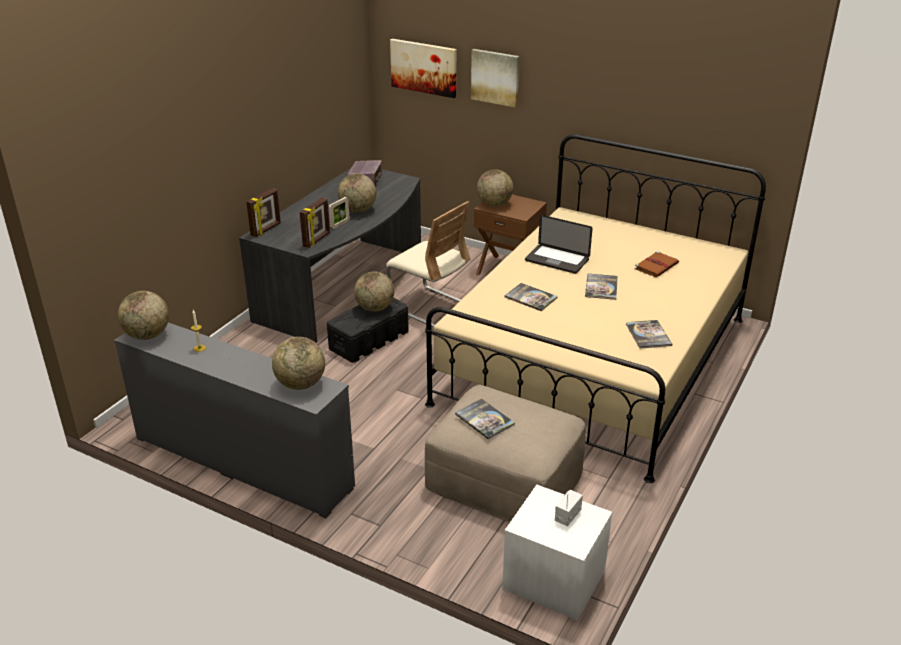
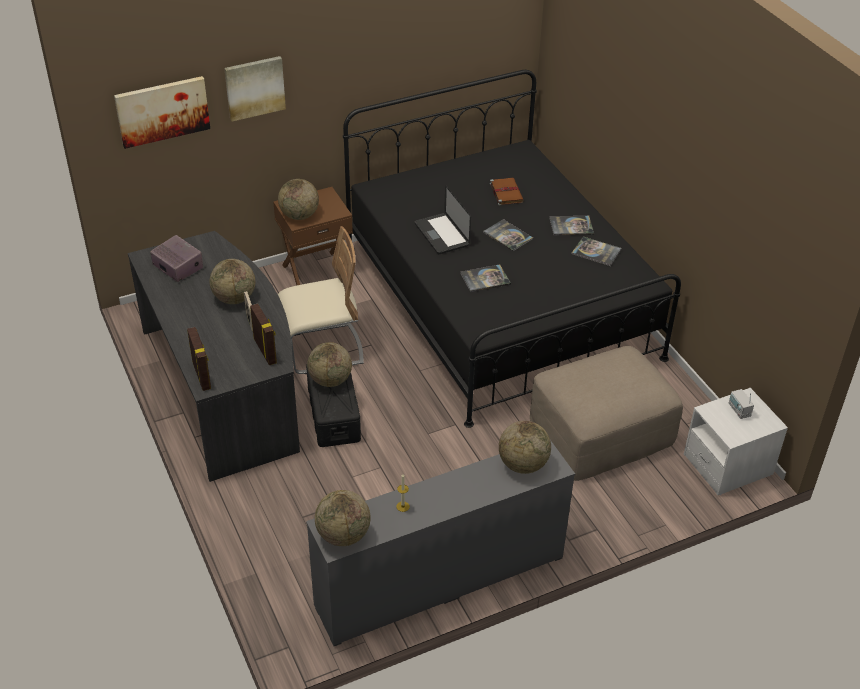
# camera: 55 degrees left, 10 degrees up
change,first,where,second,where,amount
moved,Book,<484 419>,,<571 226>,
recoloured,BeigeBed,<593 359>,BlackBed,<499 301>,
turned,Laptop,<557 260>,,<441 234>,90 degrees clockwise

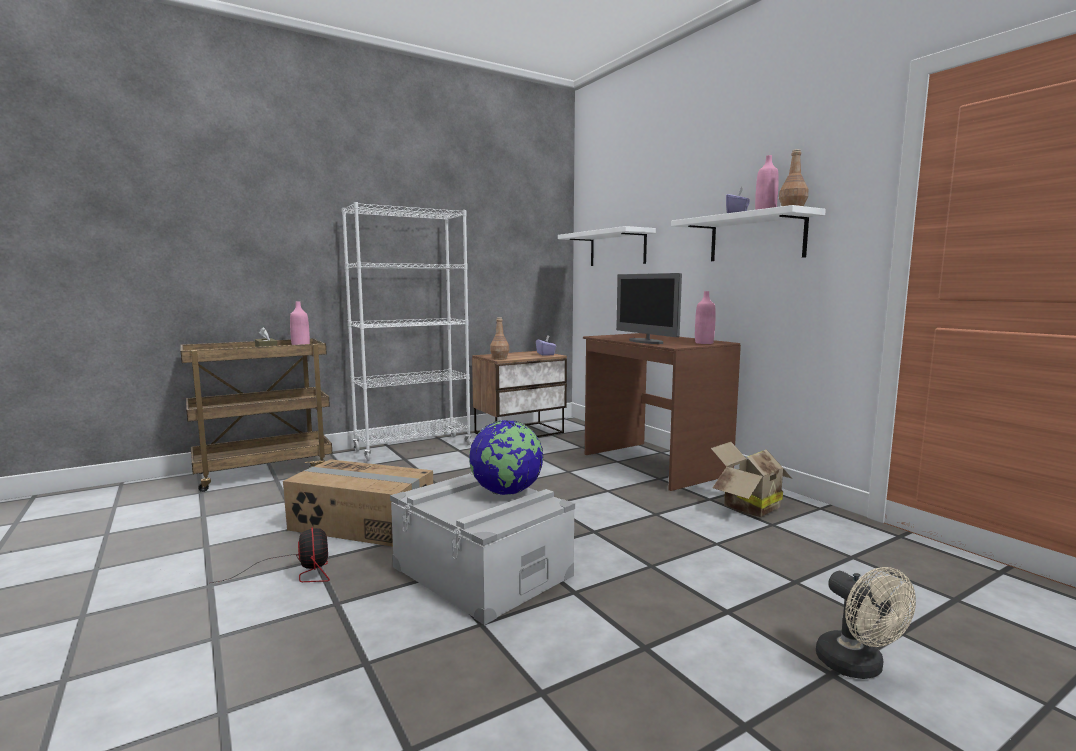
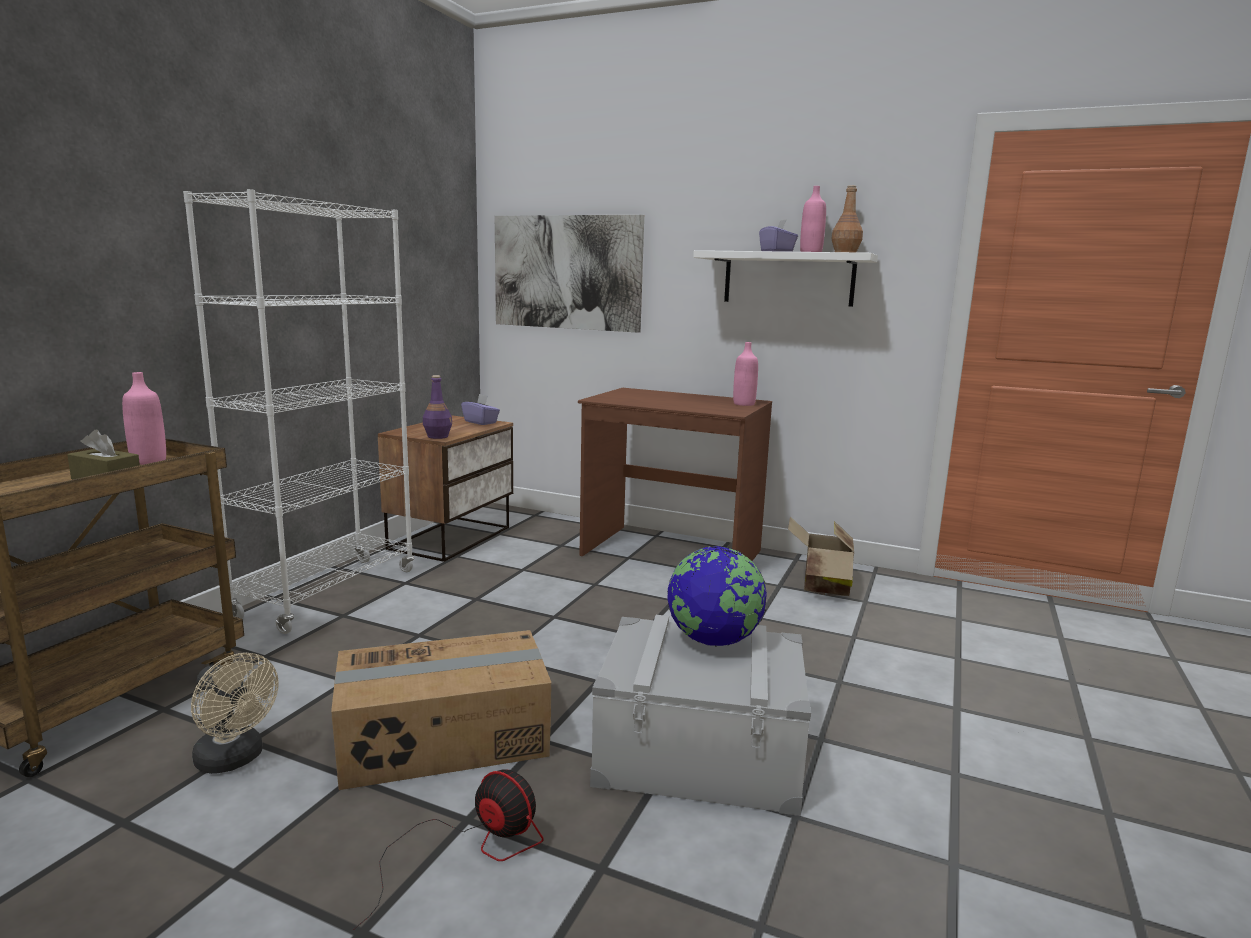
# camera: 35 degrees left, 5 degrees up
change,first,where,second,where,amount
removed,Monitor,<646 342>,,,
moved,BeigeFan,<858 667>,,<235 759>,
replaced,WhiteShelf,<617 248>,Picture,<566 272>,
recoloured,BrownBottle,<500 358>,PurpleBottle,<438 436>,

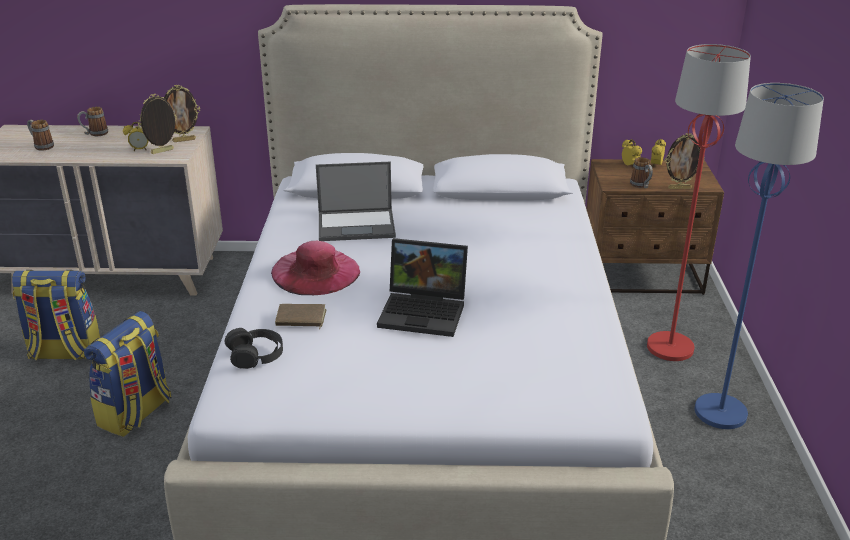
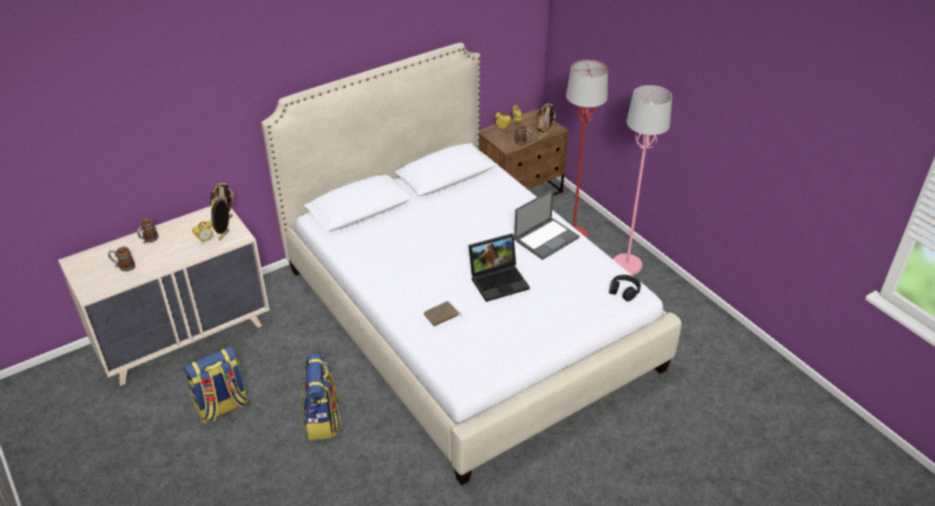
# camera: 35 degrees left, 10 degrees up
change,first,where,second,where,amount
removed,PinkHat,<315 271>,,,
moved,BlackHeadphones,<255 354>,,<624 291>,
moved,Laptop,<357 225>,,<546 238>,
recoloured,BlueFloorLamp,<721 412>,PinkFloorLamp,<627 265>,

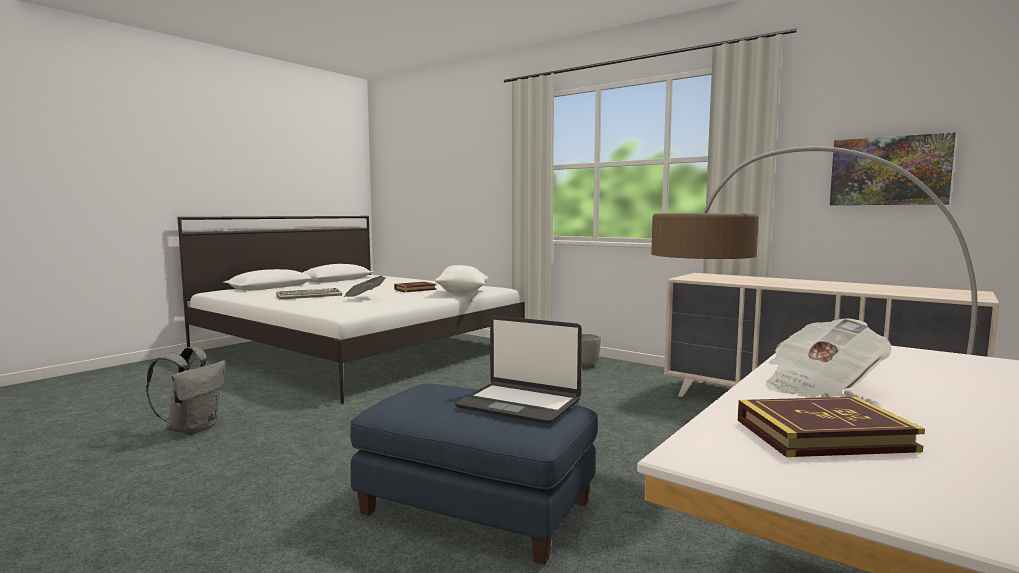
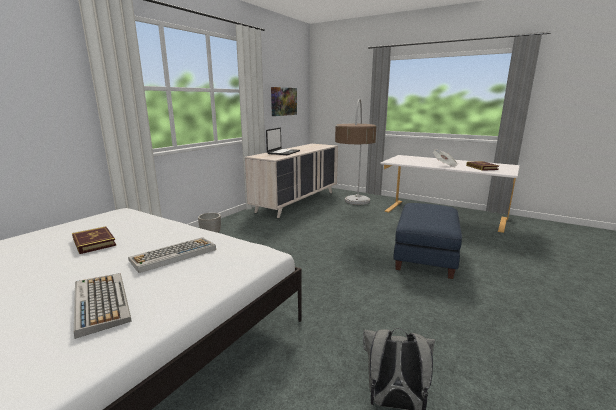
# camera: 95 degrees left, 10 degrees up
change,first,where,second,where,amount
removed,WhitePillow,<463 293>,,,
moved,Laptop,<519 404>,,<283 152>,
replaced,Newspaper,<364 298>,Keyboard,<173 255>,

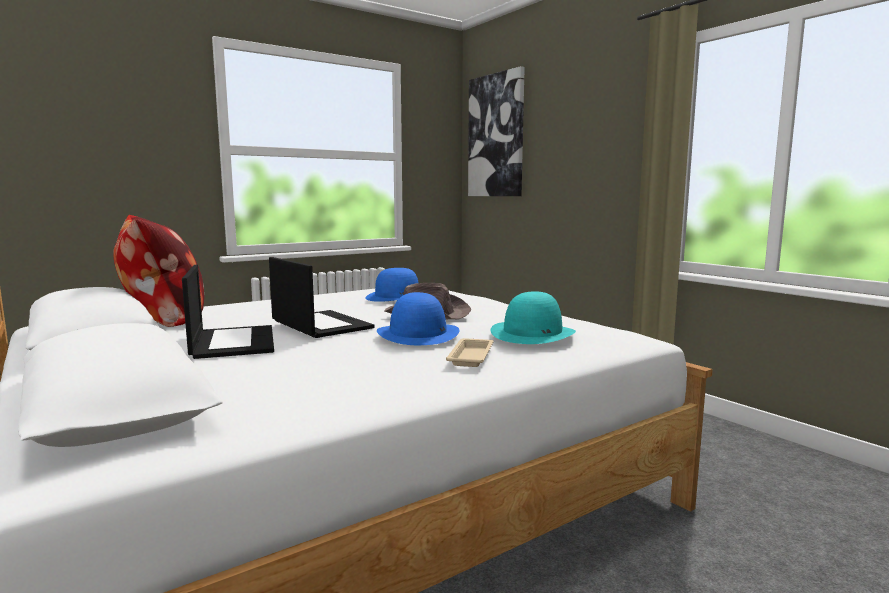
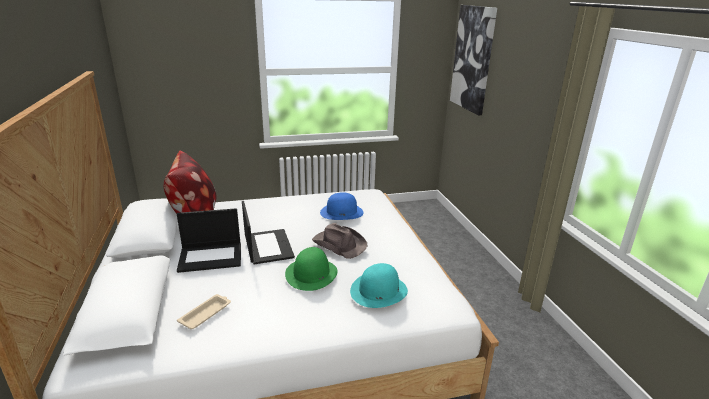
# camera: 20 degrees right, 15 degrees up
change,first,where,second,where,amount
moved,BeigeTray,<471 356>,,<206 313>,
recoloured,BlueHat,<418 334>,GreenHat,<311 274>,
turned,Laptop,<232 342>,,<211 257>,75 degrees clockwise

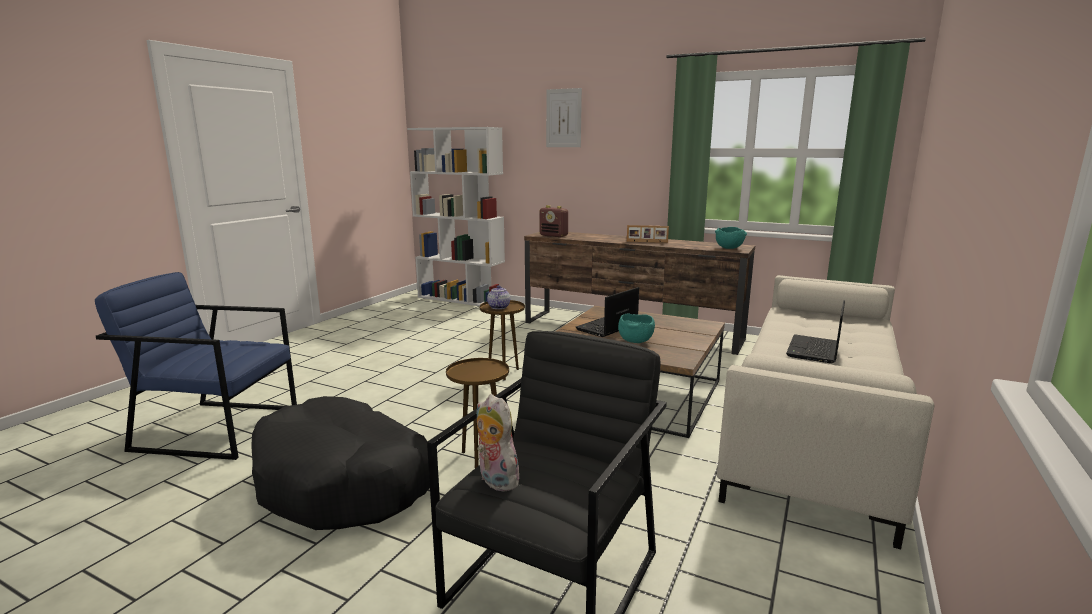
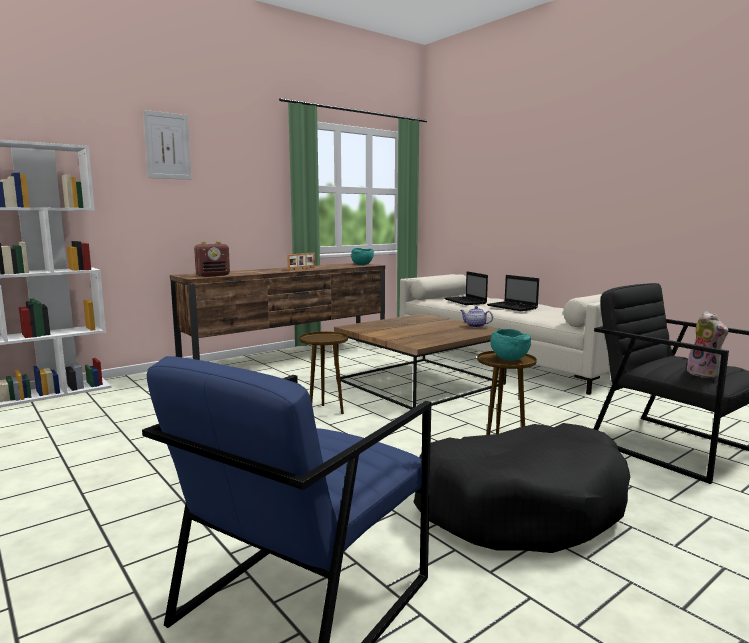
# camera: 65 degrees left, 5 degrees down
change,first,where,second,where,amount
moved,Teapot,<498 307>,,<475 326>,
moved,Laptop,<606 328>,,<466 302>,
moved,TurquoiseBowl,<635 341>,,<508 359>,
turned,PlushToy,<495 480>,,<705 374>,90 degrees counterclockwise

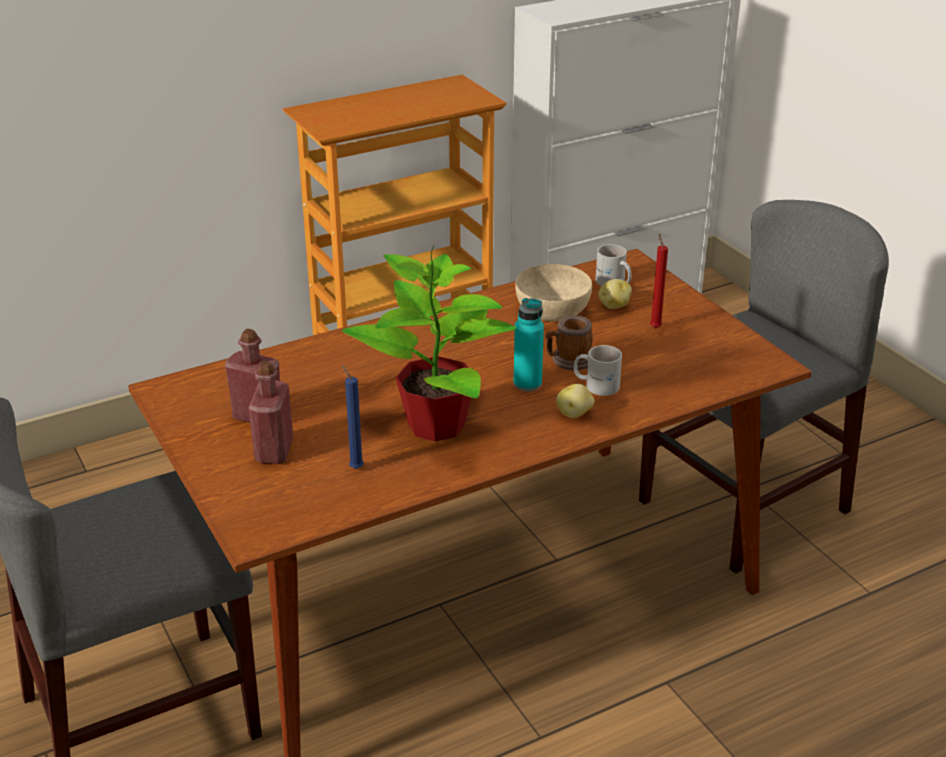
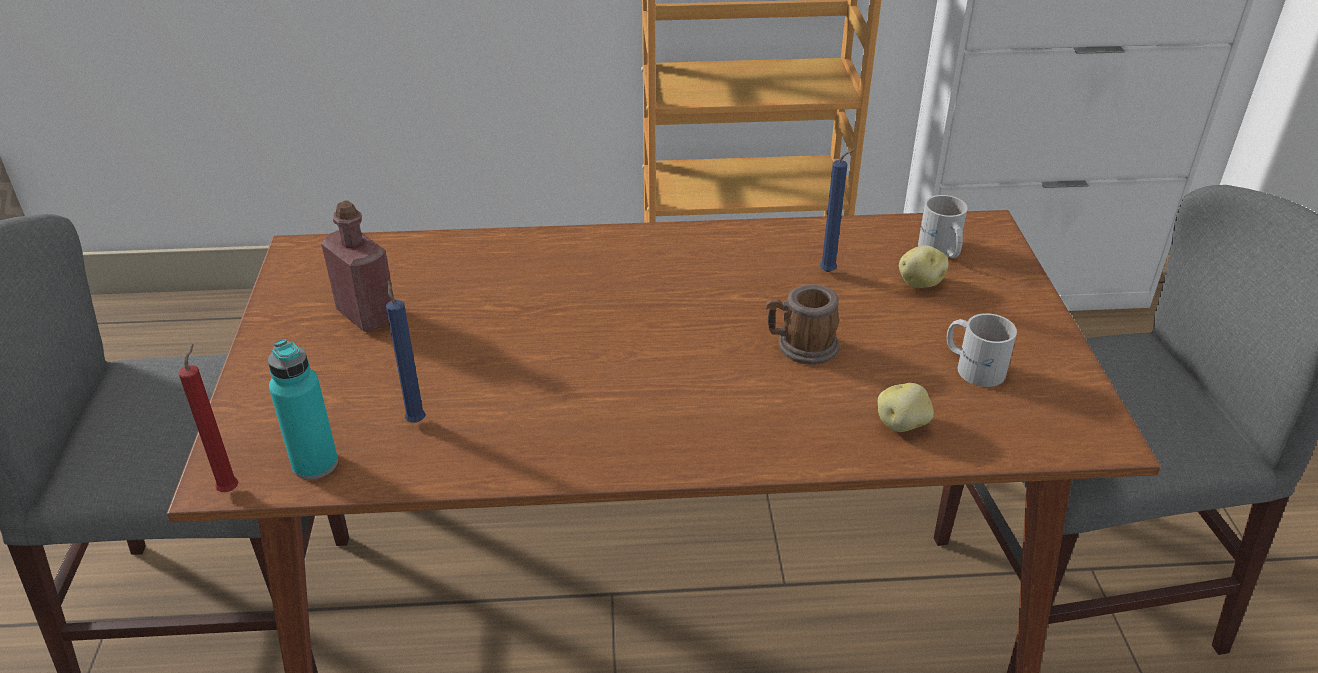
# camera: 25 degrees right, 5 degrees up
change,first,where,second,where,amount
removed,RedBottle,<274 451>,,,
removed,PottedPlant,<438 425>,,,
moved,TurquoiseBottle,<527 384>,,<315 464>,
moved,Potato,<574 413>,,<902 424>,
moved,WhiteMug,<596 384>,,<974 366>,
moved,RedCandle,<654 327>,,<231 488>,
replaced,BeigeBowl,<553 312>,BlueCandle,<830 272>,

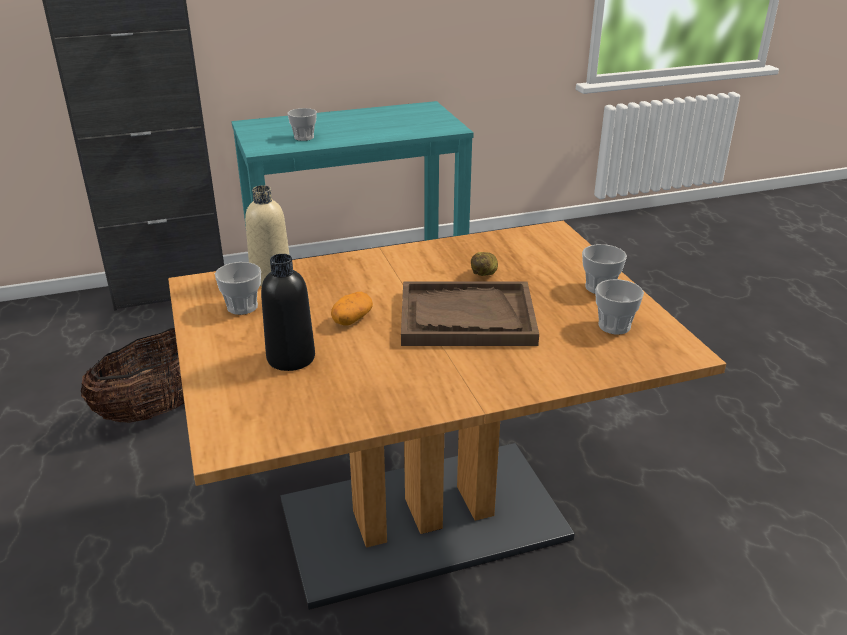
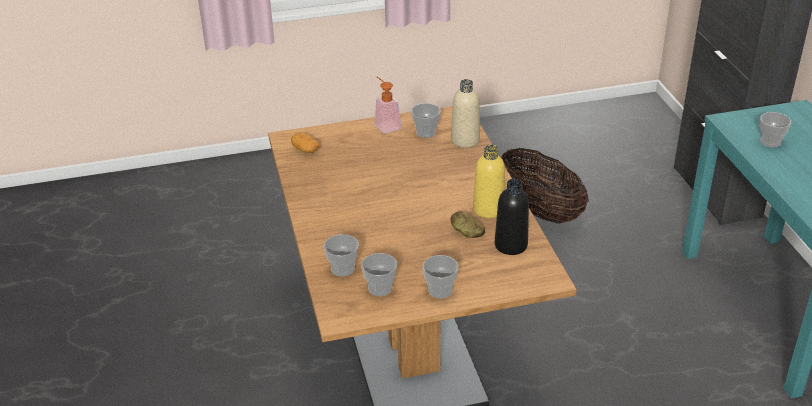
# camera: 95 degrees right, 5 degrees up
change,first,where,second,where,amount
removed,BrownTray,<466 317>,,,
added,,,Cup,<342 269>,
added,,,SoapDispenser,<385 125>,
added,,,YellowBottle,<488 209>,
moved,BlackBottle,<291 358>,,<511 245>,
moved,Potato,<352 319>,,<305 150>,

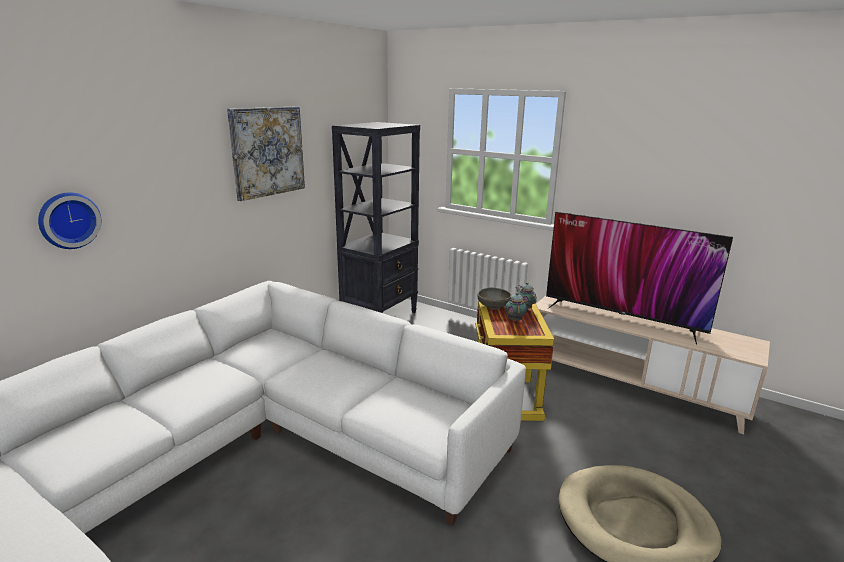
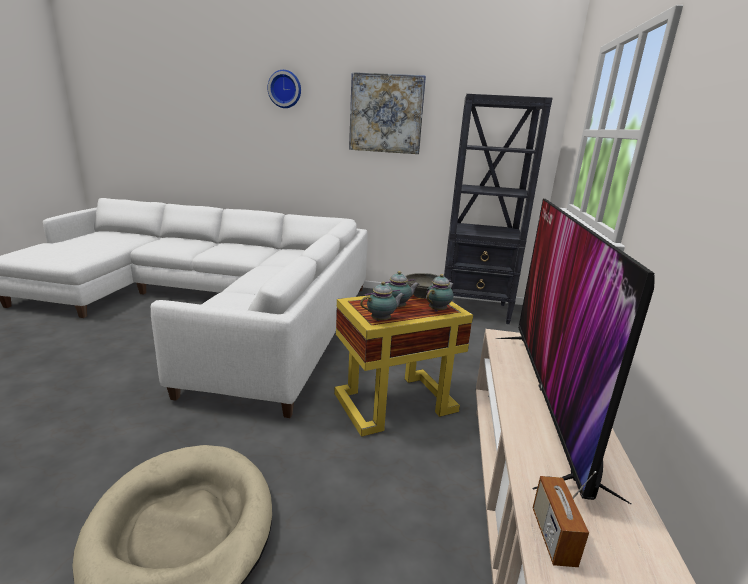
# camera: 65 degrees right, 0 degrees up
change,first,where,second,where,amount
added,,,Teapot,<382 320>,
added,,,Radio,<553 537>,
moved,WallClock,<68 220>,,<285 89>,

